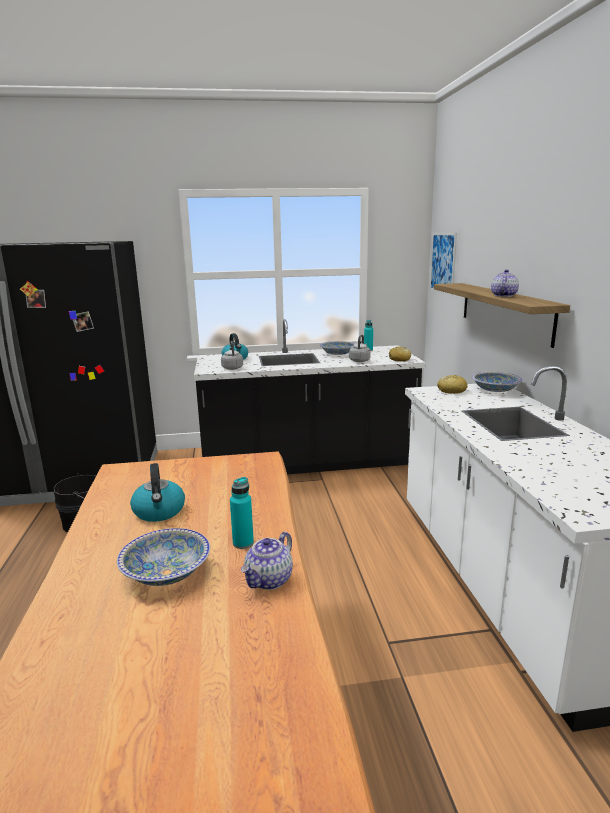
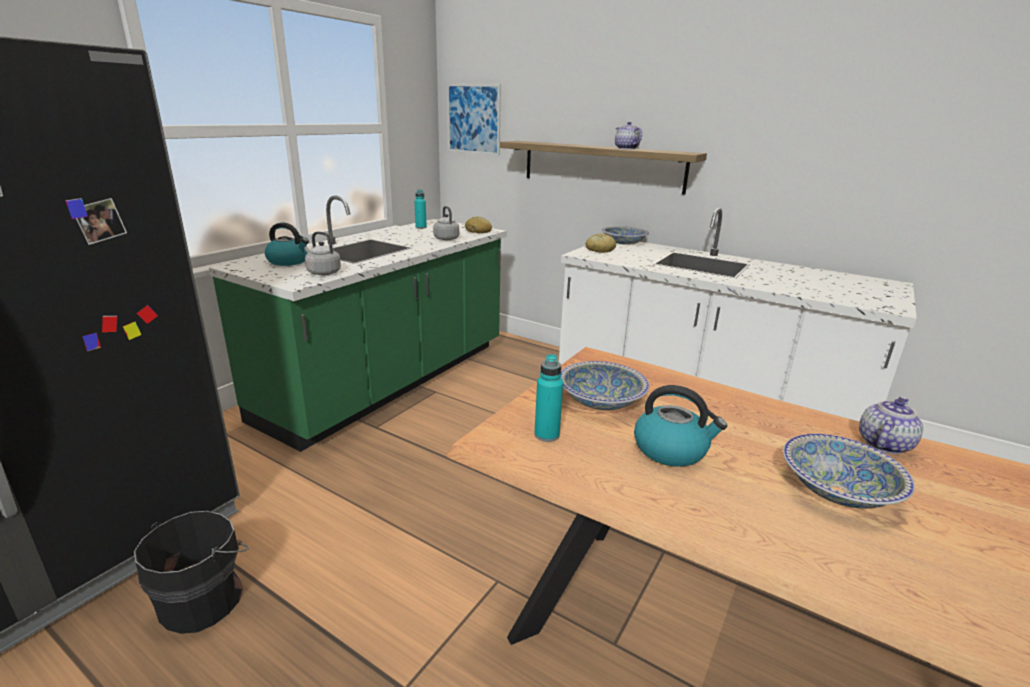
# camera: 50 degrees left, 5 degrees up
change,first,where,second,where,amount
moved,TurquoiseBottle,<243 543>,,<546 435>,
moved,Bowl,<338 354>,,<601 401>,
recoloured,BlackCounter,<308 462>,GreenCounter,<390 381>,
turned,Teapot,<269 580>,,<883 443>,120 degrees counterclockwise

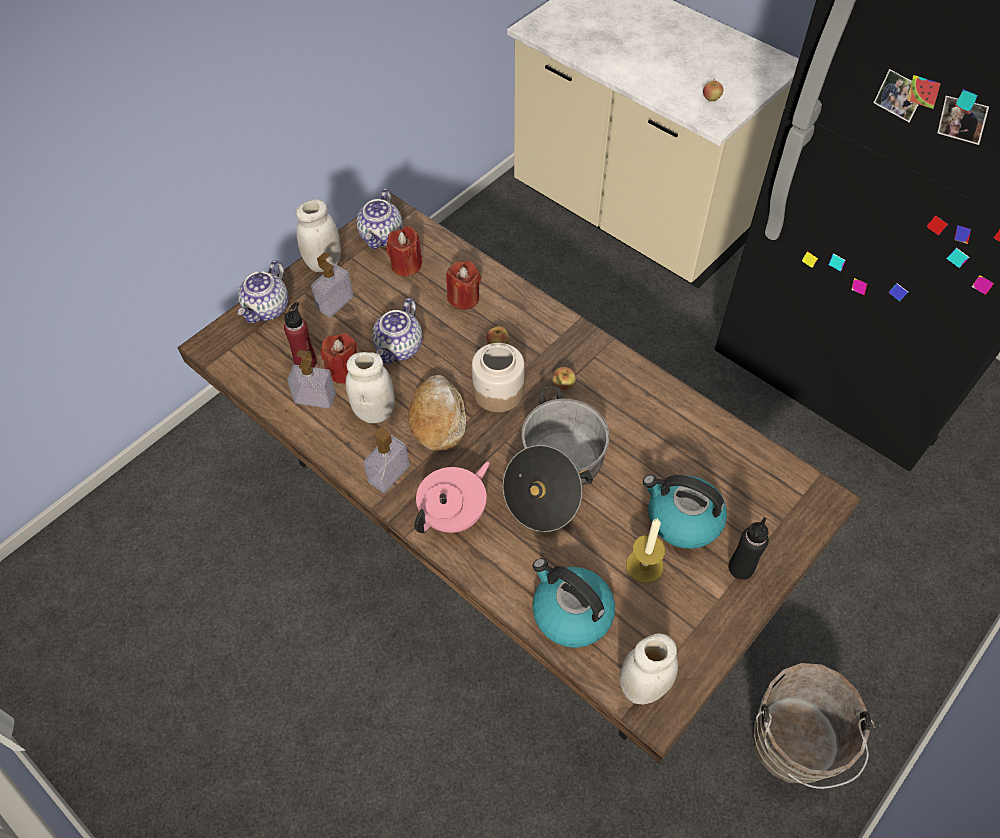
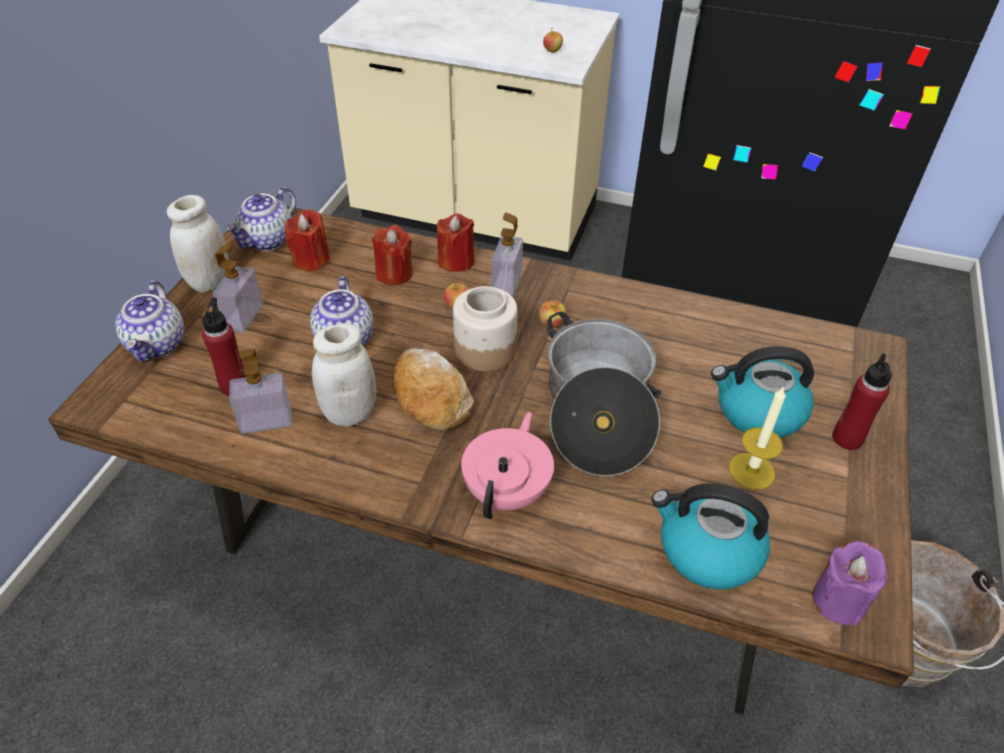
# camera: 25 degrees left, 10 degrees down
change,first,where,second,where,amount
moved,RedCandle,<343 371>,,<456 261>,
moved,SoapDispenser,<389 474>,,<506 284>,
replaced,WhiteJar,<643 686>,PurpleCandle,<839 601>,
recoloured,BlackBottle,<740 568>,RedBottle,<847 439>,
turned,Teapot,<382 236>,,<268 240>,45 degrees clockwise

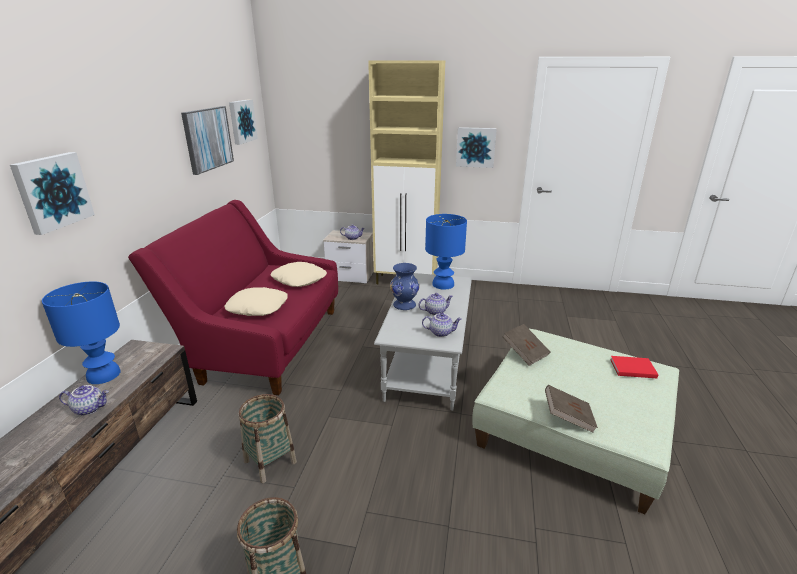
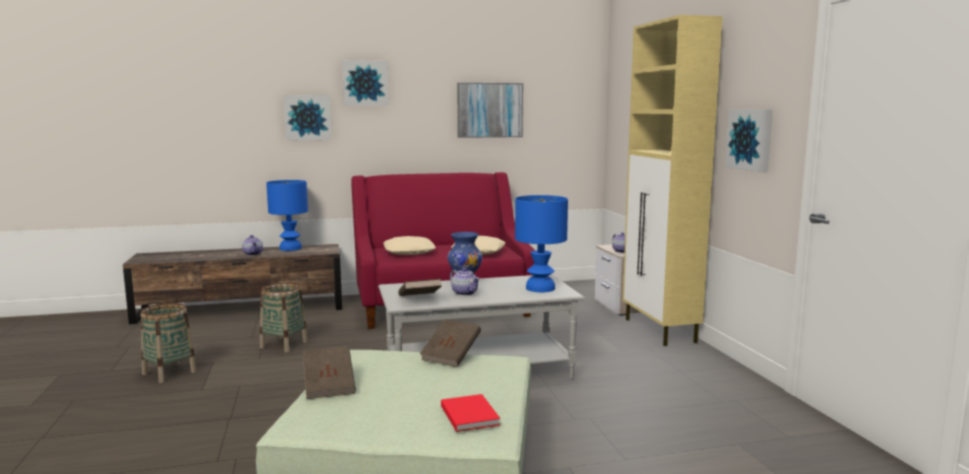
# camera: 65 degrees right, 15 degrees down
change,first,where,second,where,amount
moved,Picture,<241 121>,,<365 83>,
replaced,Teapot,<441 332>,BrownBook,<419 299>,

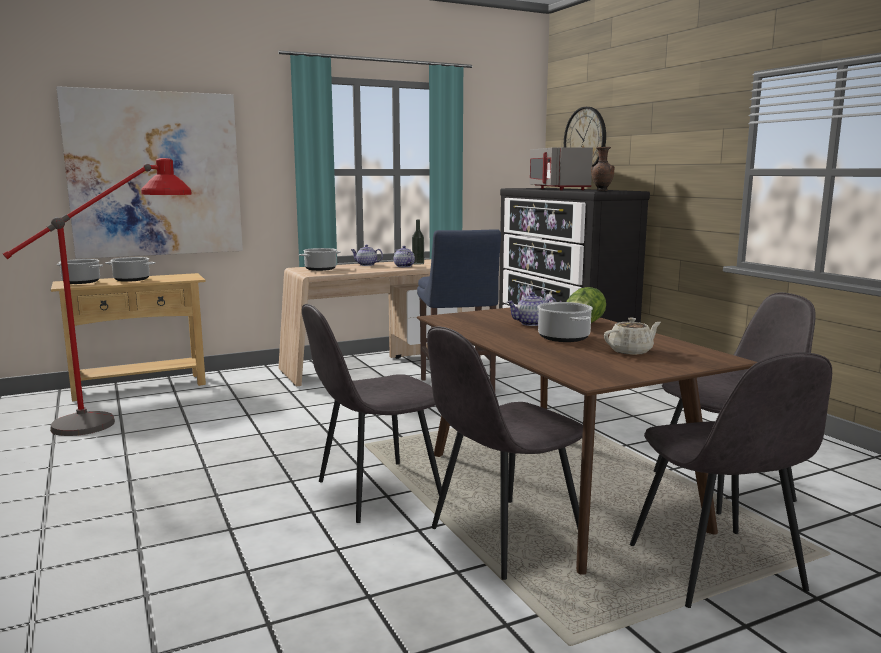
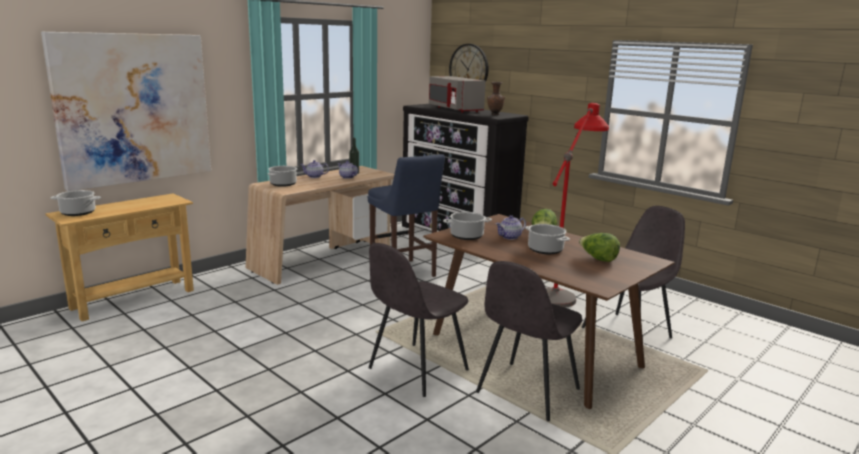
# camera: 20 degrees left, 5 degrees up
change,first,where,second,where,amount
removed,GreyChair,<716 570>,,,
moved,RedFloorLamp,<126 416>,,<563 289>,
moved,CookingPot,<132 279>,,<467 236>,
replaced,BeigeTeapot,<631 351>,Lettuce,<598 259>,

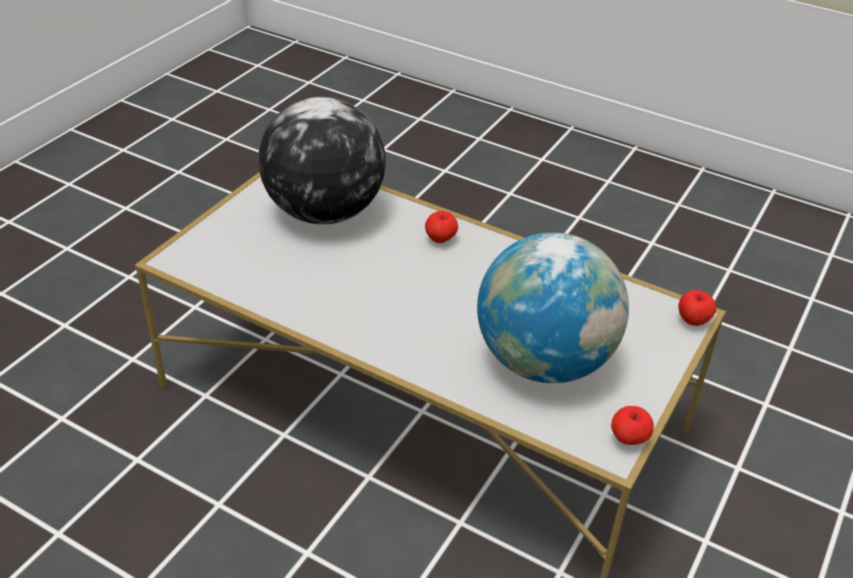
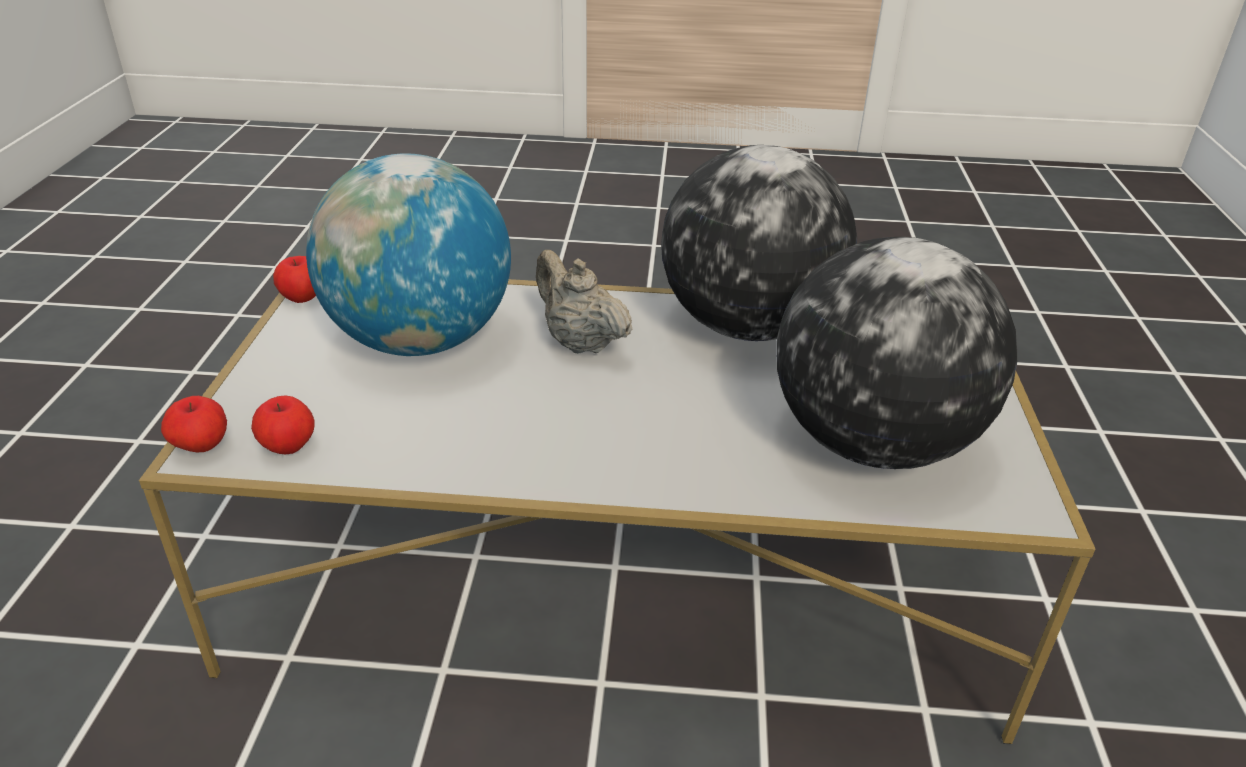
# camera: 155 degrees right, 5 degrees down
change,first,where,second,where,amount
added,,,BeigeTeapot,<579 342>,
added,,,Globe,<749 326>,
moved,Apple,<440 239>,,<288 446>,

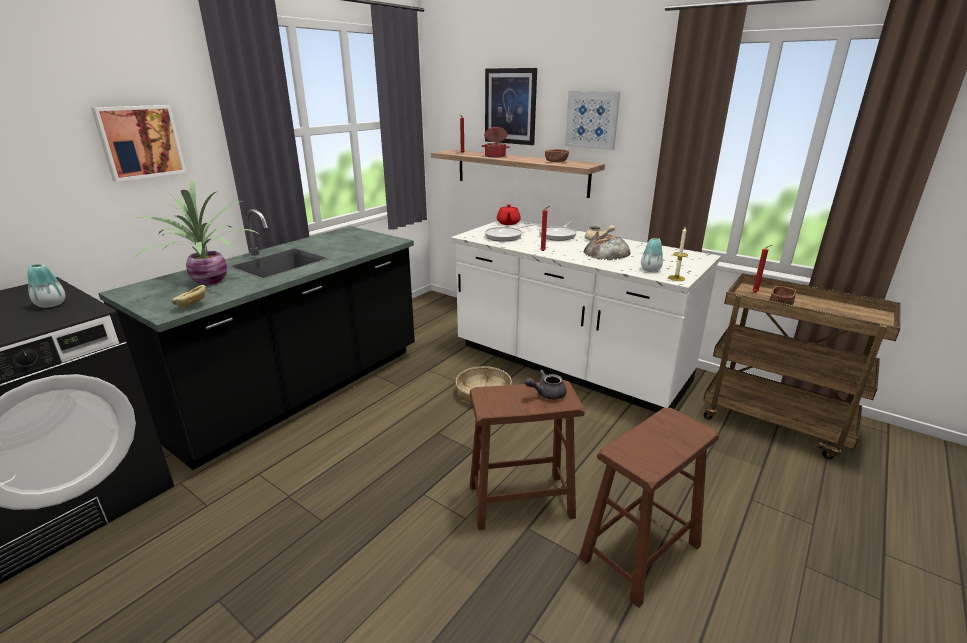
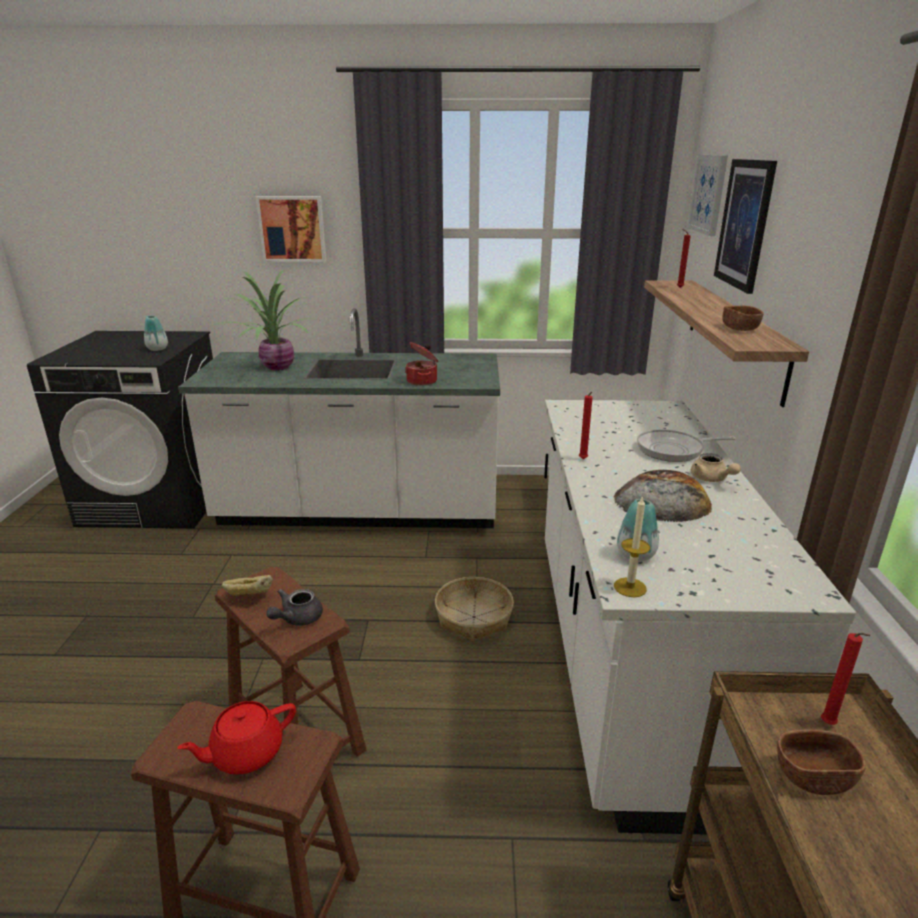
# camera: 55 degrees right, 0 degrees up
change,first,where,second,where,amount
removed,FryingPan,<505 236>,,,
moved,Bread,<192 307>,,<249 598>,
moved,CookingPot,<495 156>,,<423 381>,
moved,RedTeapot,<508 223>,,<245 753>,
moved,Picture,<592 120>,,<709 194>,
recoloured,BlackCounter,<300 391>,WhiteCounter,<359 510>,
turned,GreyTeapot,<546 394>,,<297 618>,90 degrees counterclockwise

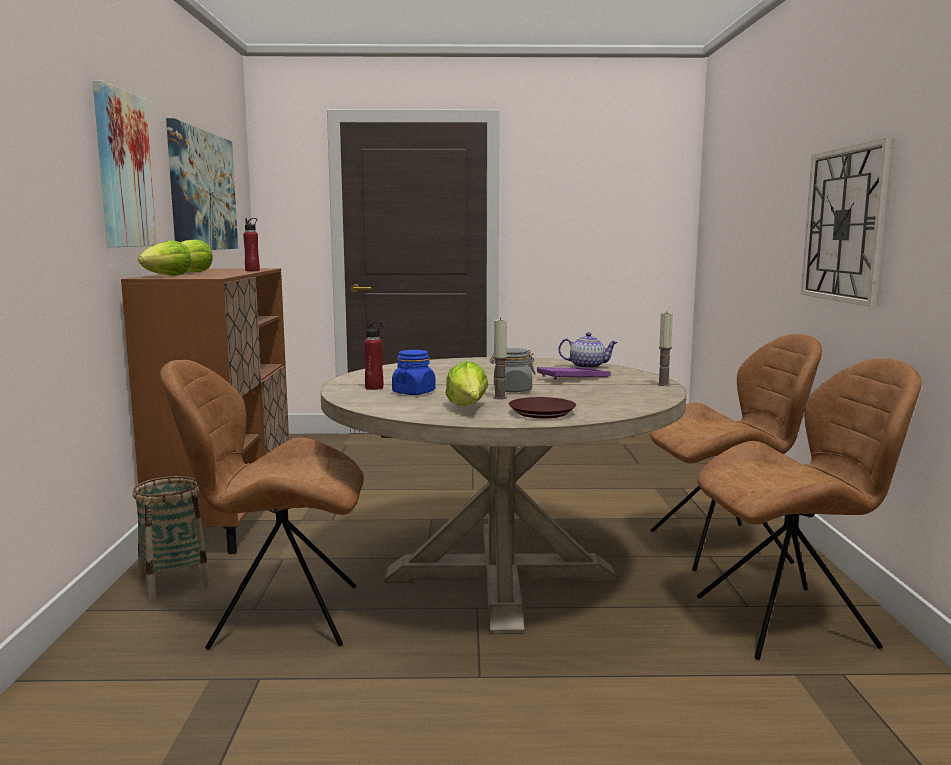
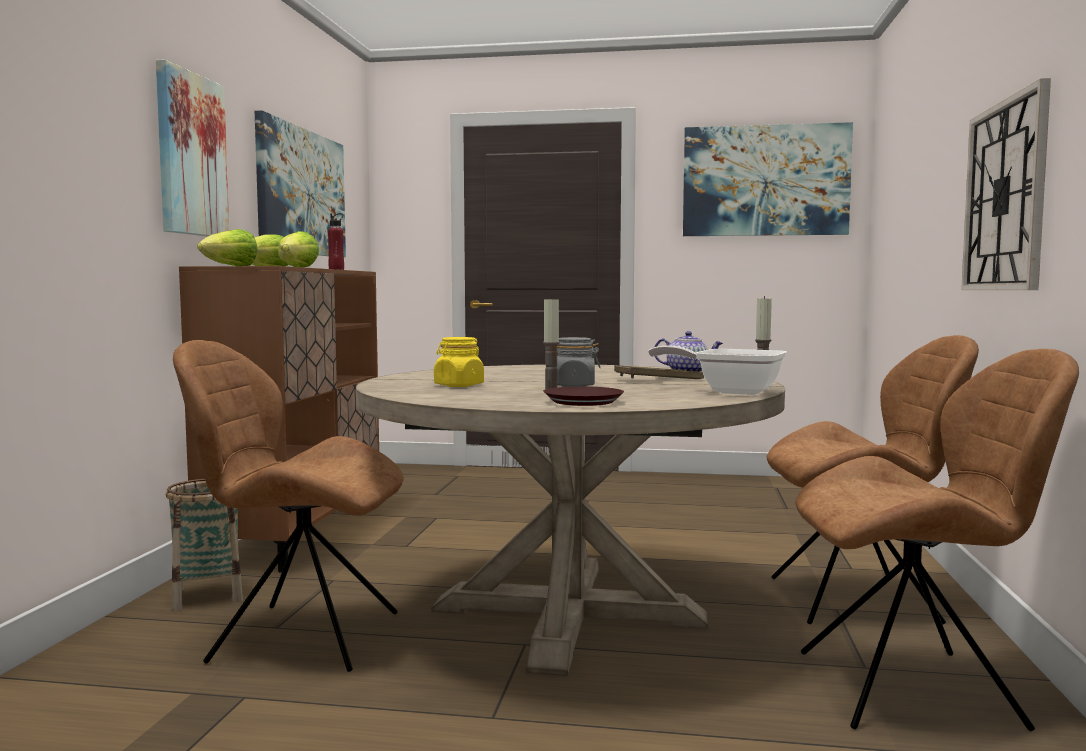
# camera: 10 degrees right, 5 degrees down
change,first,where,second,where,amount
removed,RedBottle,<374 388>,,,
added,,,FryingPan,<730 391>,
added,,,Picture,<765 181>,
moved,Lettuce,<468 408>,,<297 267>,
recoloured,BlueJar,<413 392>,YellowJar,<458 385>,
recoloured,PurpleTray,<573 378>,BrownTray,<658 379>,

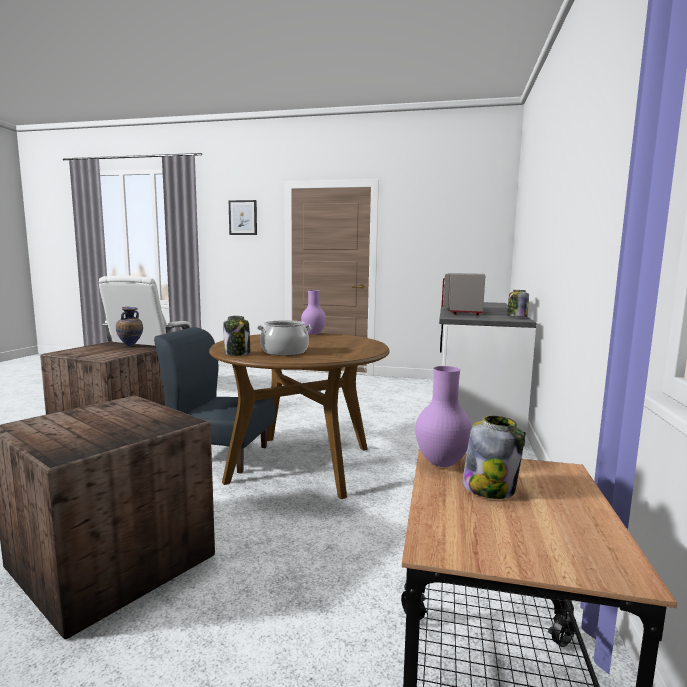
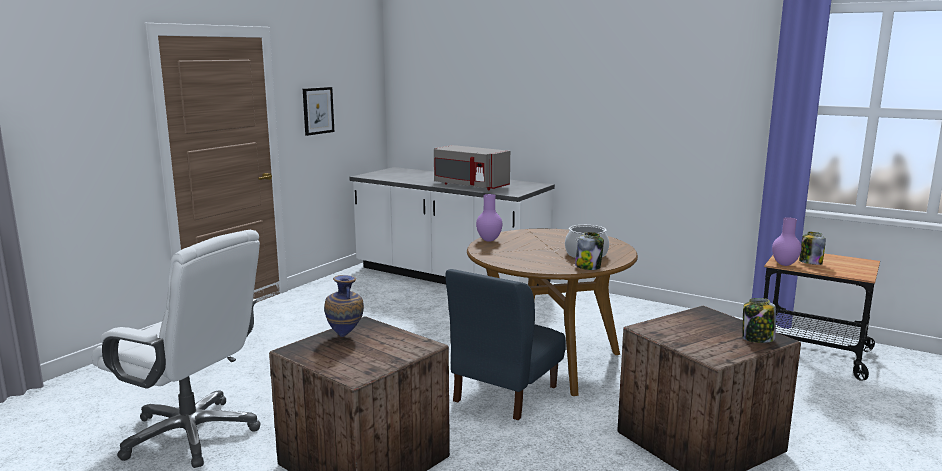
# camera: 70 degrees left, 5 degrees up
change,first,where,second,where,amount
moved,Picture,<243 217>,,<318 110>,
moved,Jar,<516 317>,,<757 339>,

